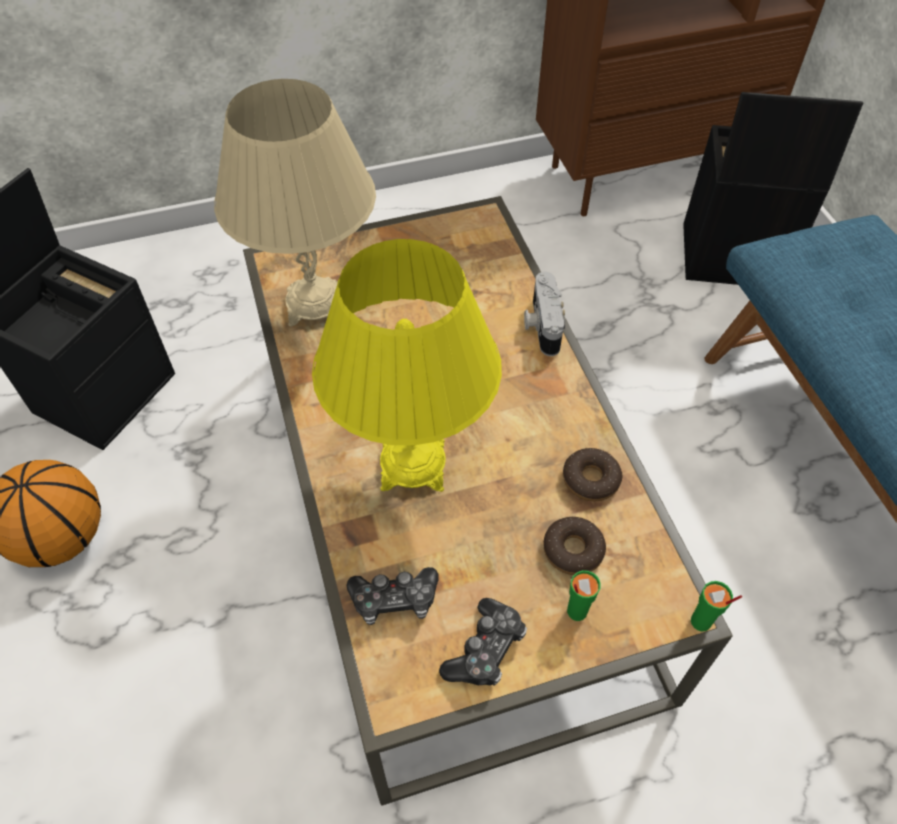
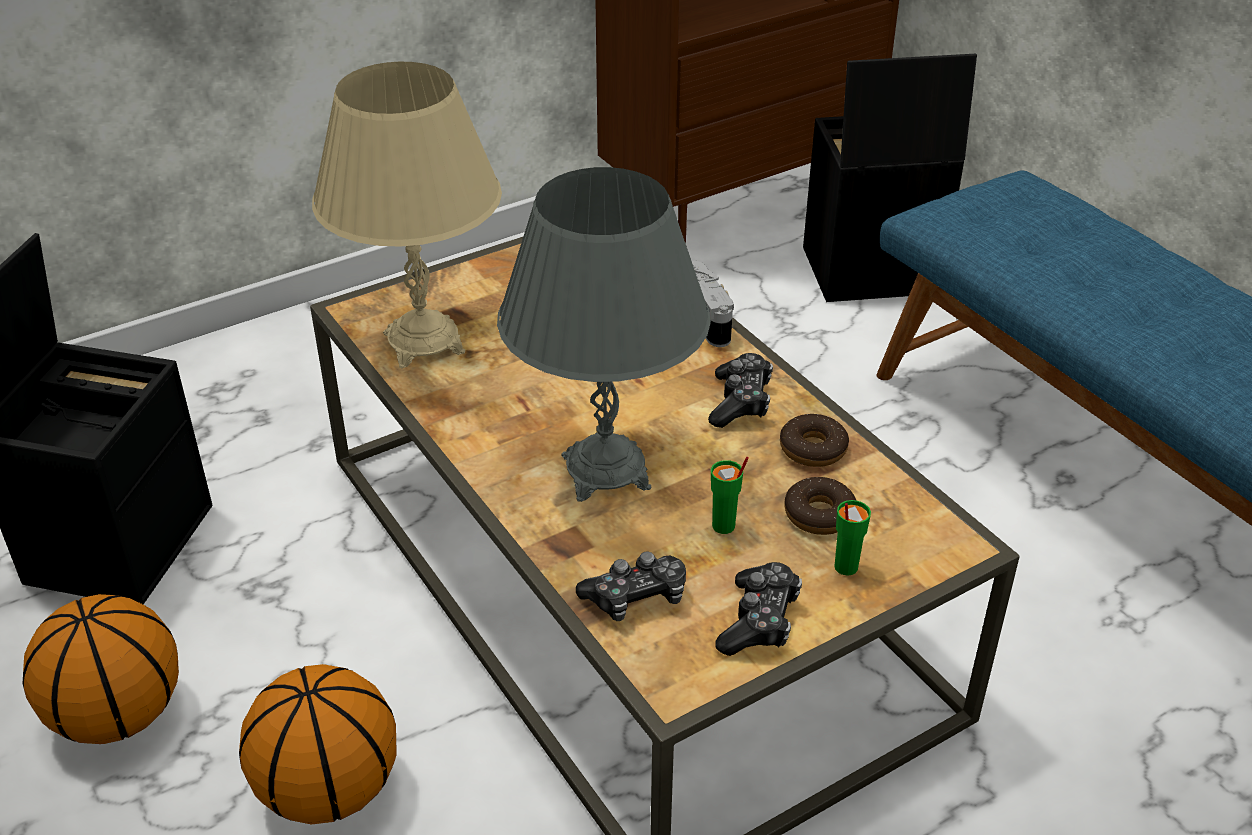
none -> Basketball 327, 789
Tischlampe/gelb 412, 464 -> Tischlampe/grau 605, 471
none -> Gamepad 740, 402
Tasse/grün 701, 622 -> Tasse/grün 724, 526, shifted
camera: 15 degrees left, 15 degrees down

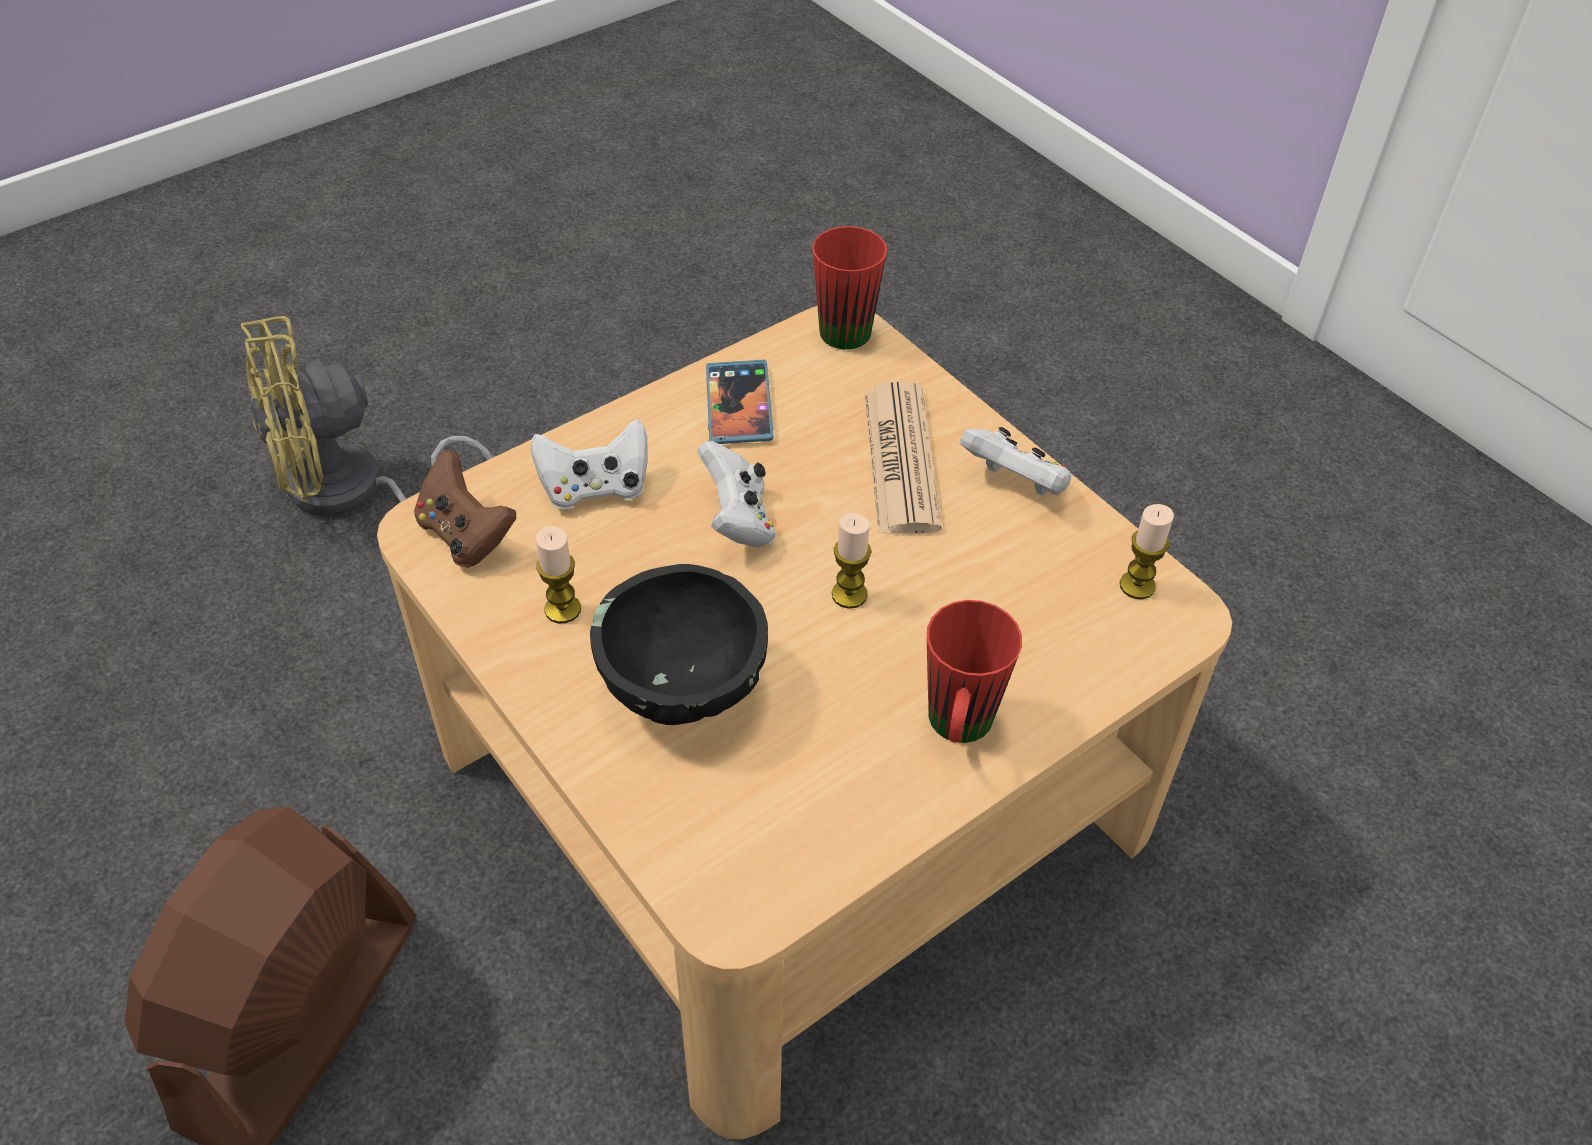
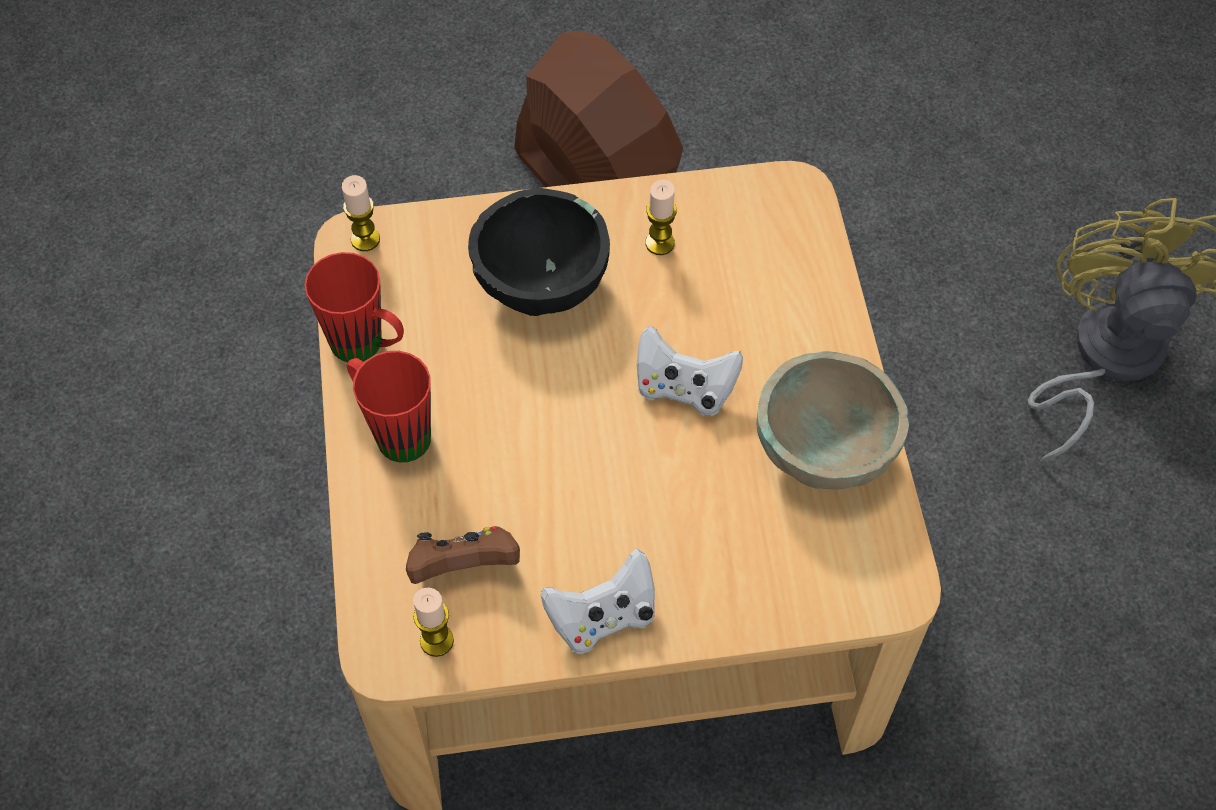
Henkelbecher/rot 845, 323 -> Henkelbecher/rot 368, 348, shifted
Kerze 849, 594 -> Kerze 365, 239, shifted
Gamepad/braun 466, 535 -> Gamepad/braun 464, 567, shifted
Handy 738, 405 -> Schüssel/beige 823, 450
Gamepad/weiß 595, 488 -> none
Zeitung 901, 459 -> none
camera: 120 degrees right, 10 degrees up

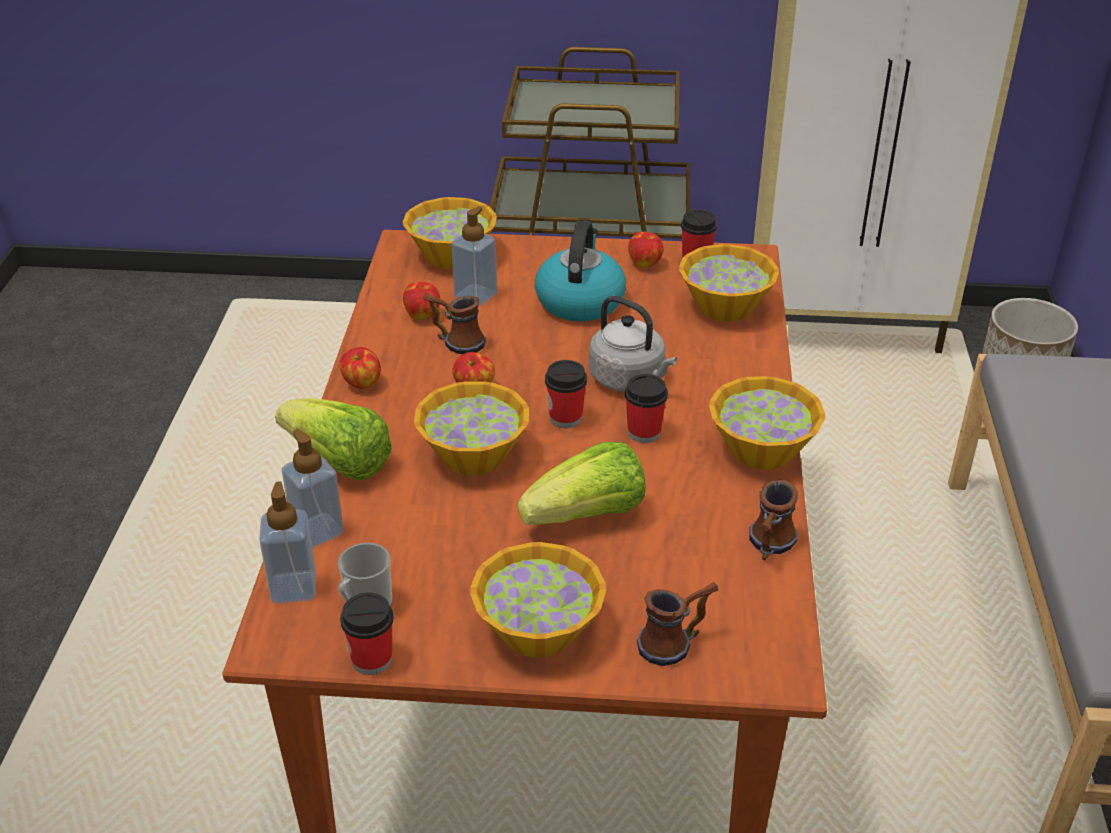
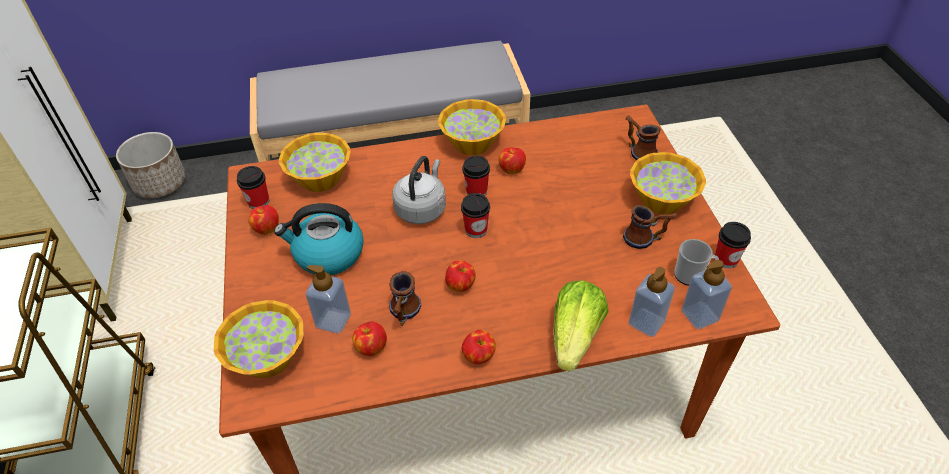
none -> Apfel 511, 169
Henkelbecher 768, 547 -> Henkelbecher 646, 239, shifted
Schüssel 474, 455 -> none
Salatkopf 588, 516 -> none
camera: 105 degrees left, 10 degrees up

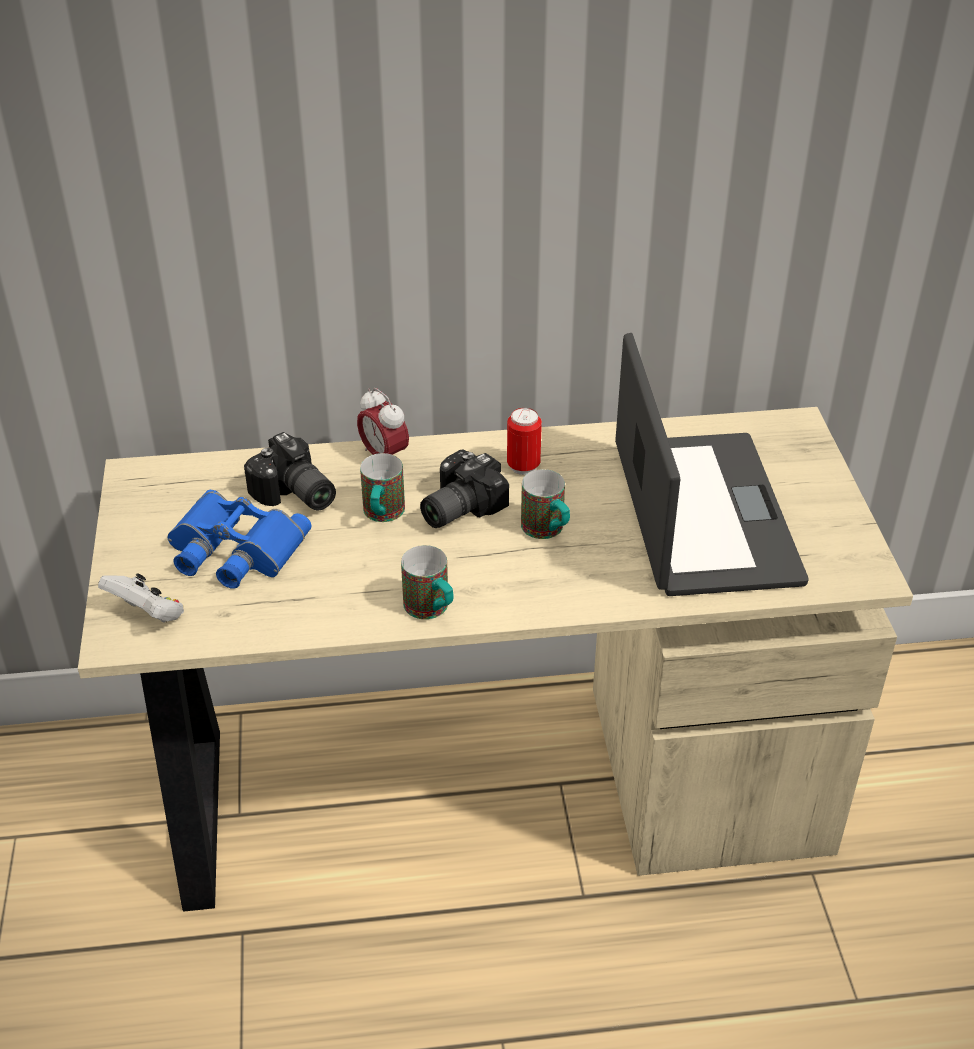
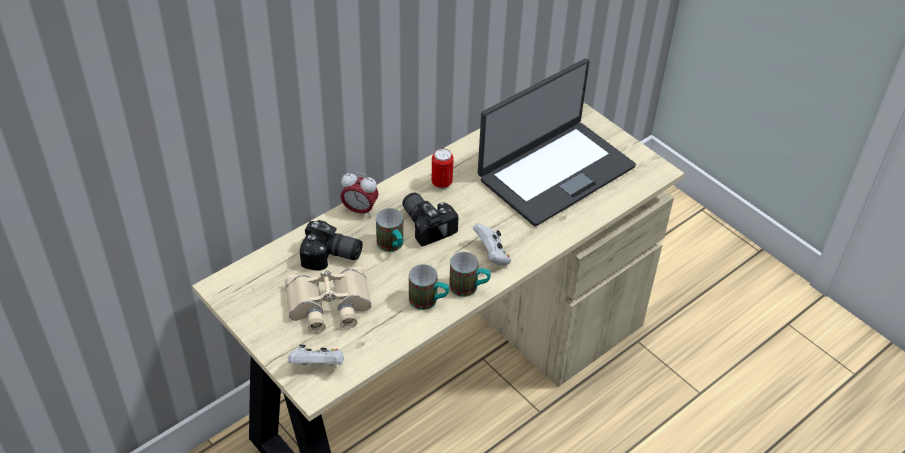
Fernglas/blau 233, 550 -> Fernglas/beige 328, 305
Kamera 456, 507 -> Kamera 428, 223, 135 degrees clockwise
Henkelbecher 547, 531 -> Henkelbecher 428, 301, shifted
none -> Gamepad/weiß 492, 255
Laptop 701, 514 -> Laptop 555, 172, 90 degrees clockwise
camera: 35 degrees left, 5 degrees up

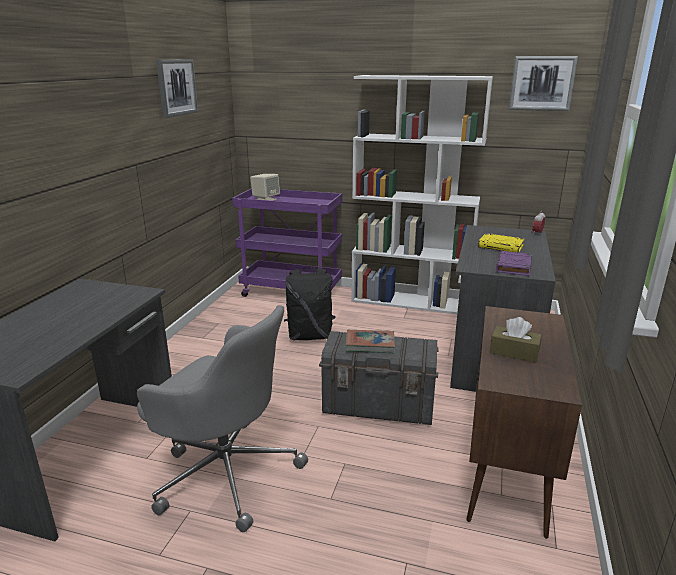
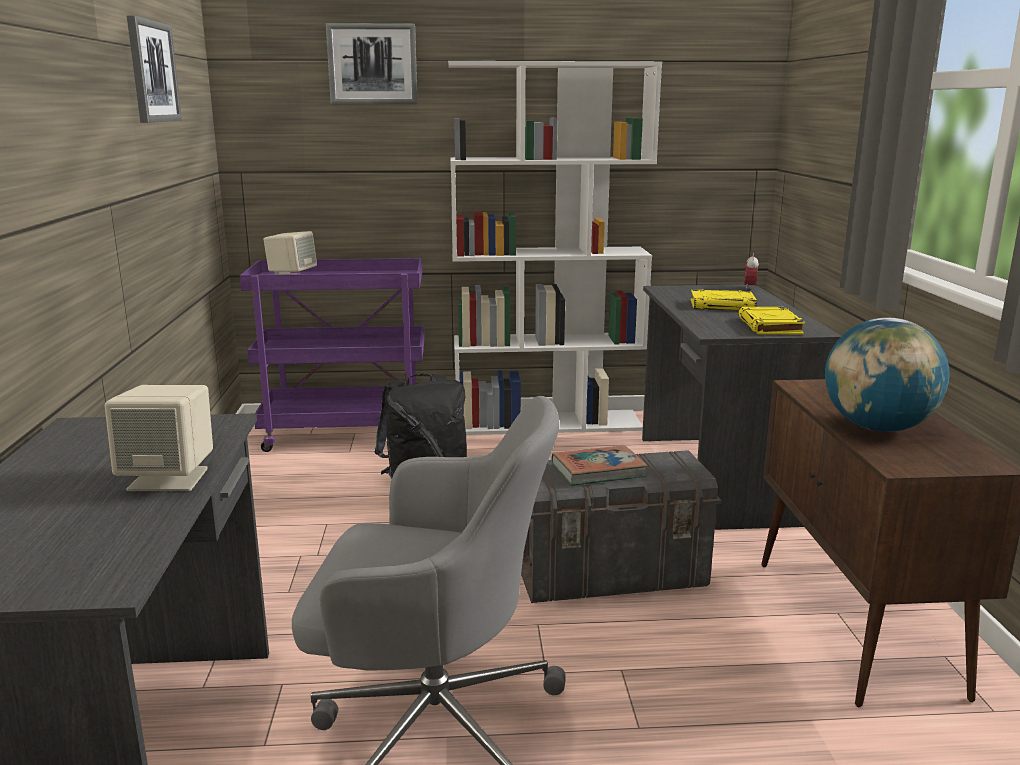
none -> Lautsprecher/beige 170, 479
Bild 542, 83 -> Bild 372, 64, shifted
Buch/lila 514, 267 -> Buch/gelb 770, 326
Taschentuchbox/braun 514, 352 -> Globus 878, 428
camera: 20 degrees left, 5 degrees down

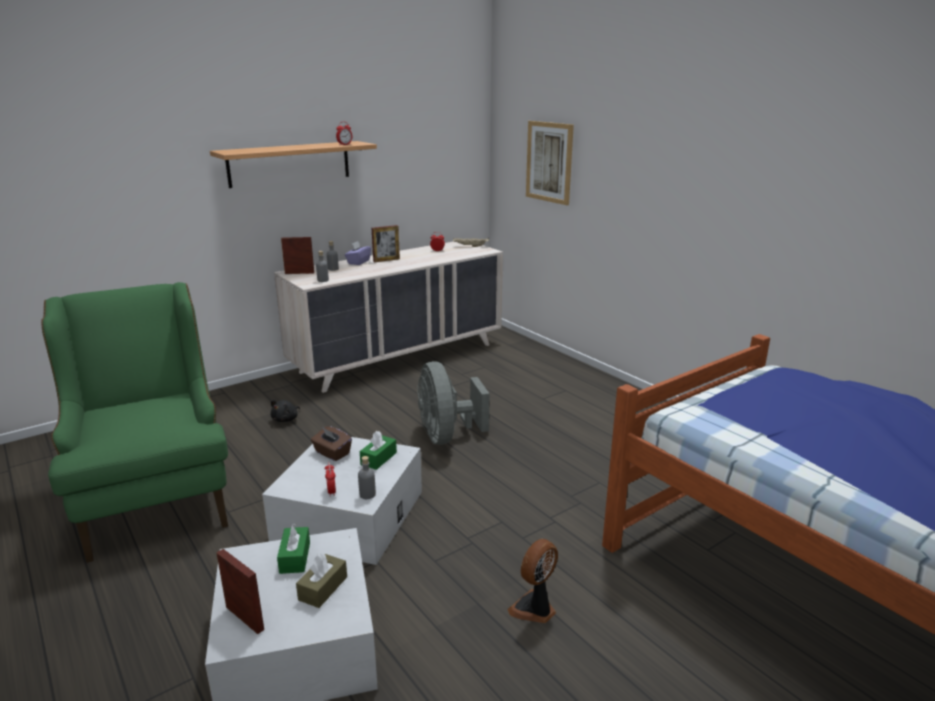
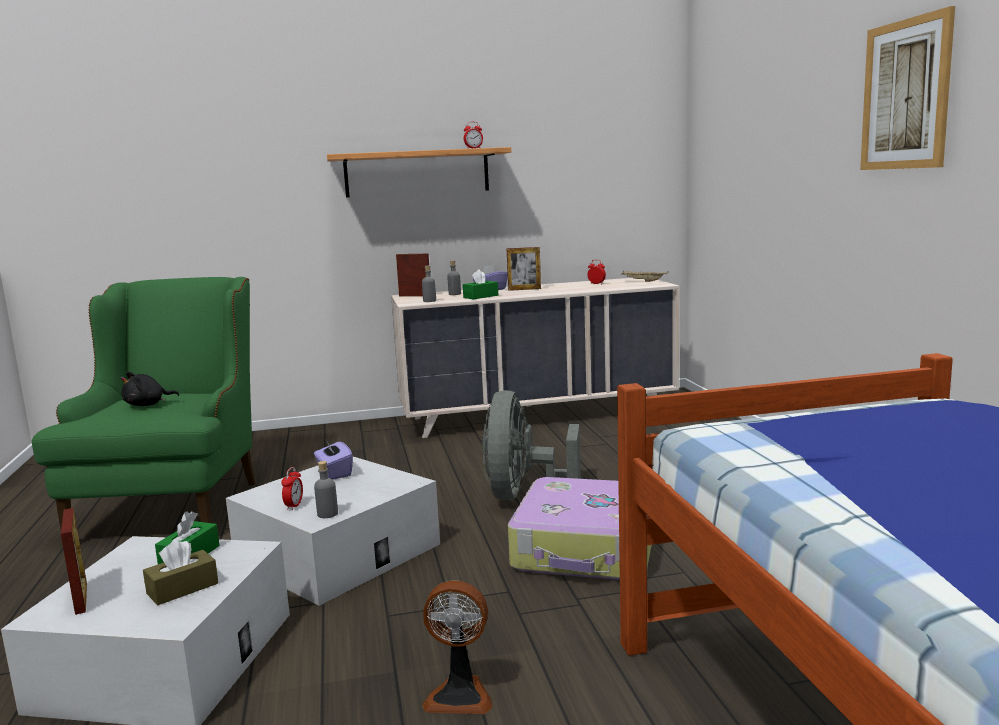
Plüschtier/schwarz 286, 419 -> Plüschtier/schwarz 147, 405, shifted
Taschentuchbox/braun 332, 453 -> Taschentuchbox/lila 334, 473
Ventilator 534, 609 -> Ventilator 460, 695, 150 degrees counterclockwise
Taschentuchbox/grün 378, 458 -> Taschentuchbox/grün 481, 296, shifted
none -> Koffer 586, 549
Bild 549, 162 -> Bild 905, 95, shifted
camera: 25 degrees right, 10 degrees down

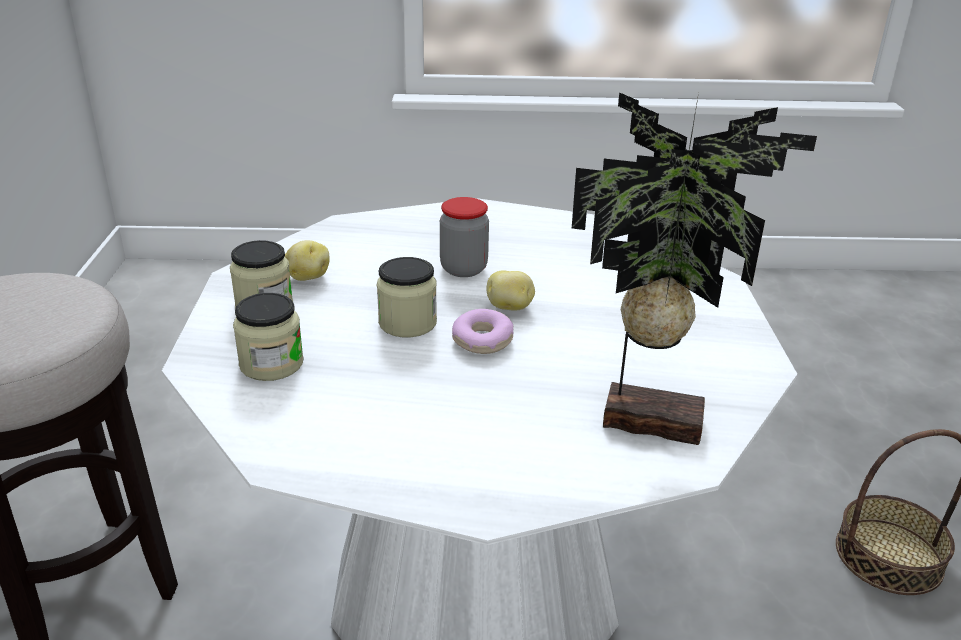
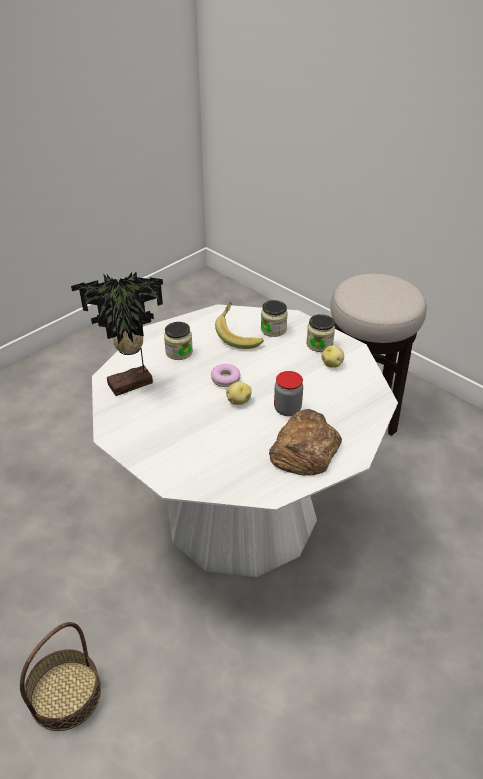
Vorratsglas 407, 323 -> Vorratsglas 179, 352, shifted
none -> Banane 239, 336
none -> Brot 304, 449
camera: 135 degrees right, 10 degrees up

